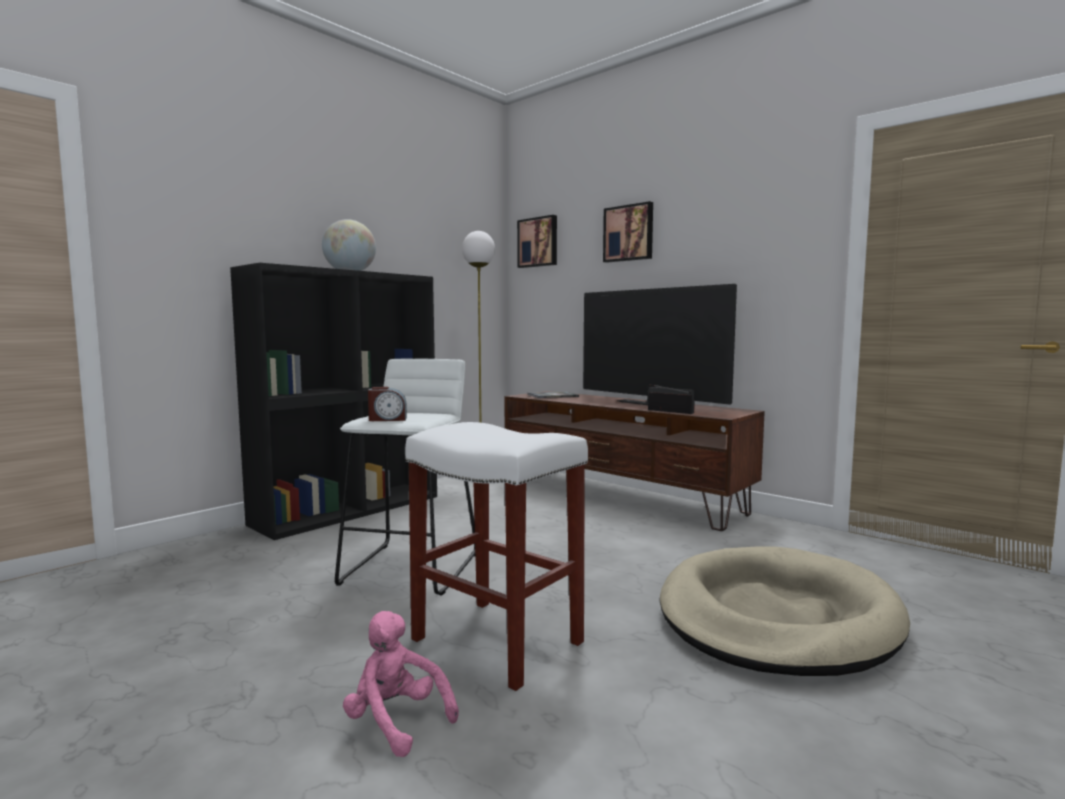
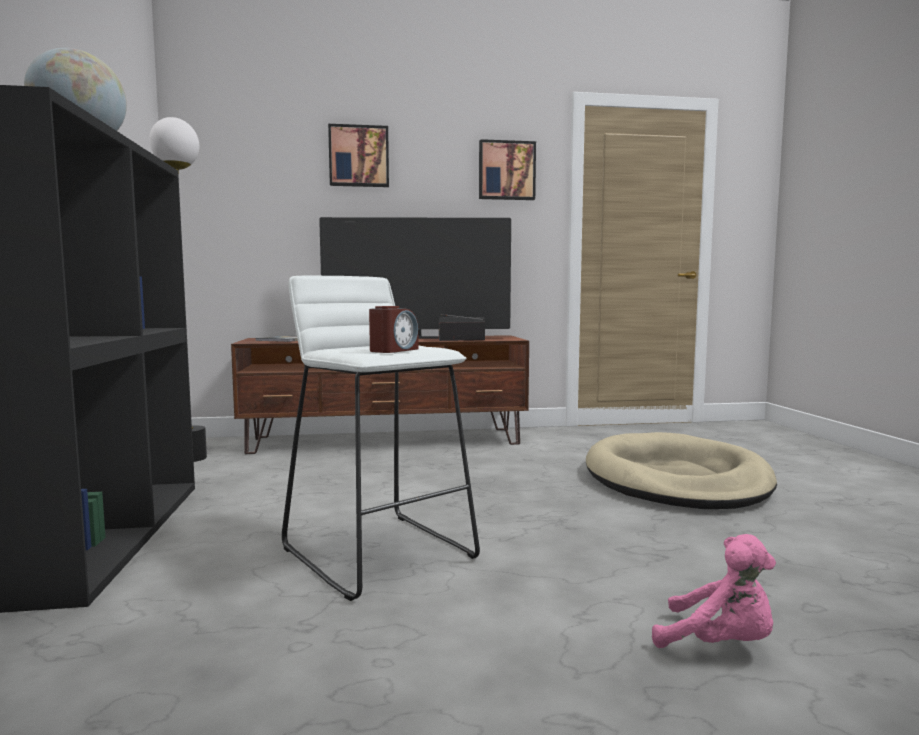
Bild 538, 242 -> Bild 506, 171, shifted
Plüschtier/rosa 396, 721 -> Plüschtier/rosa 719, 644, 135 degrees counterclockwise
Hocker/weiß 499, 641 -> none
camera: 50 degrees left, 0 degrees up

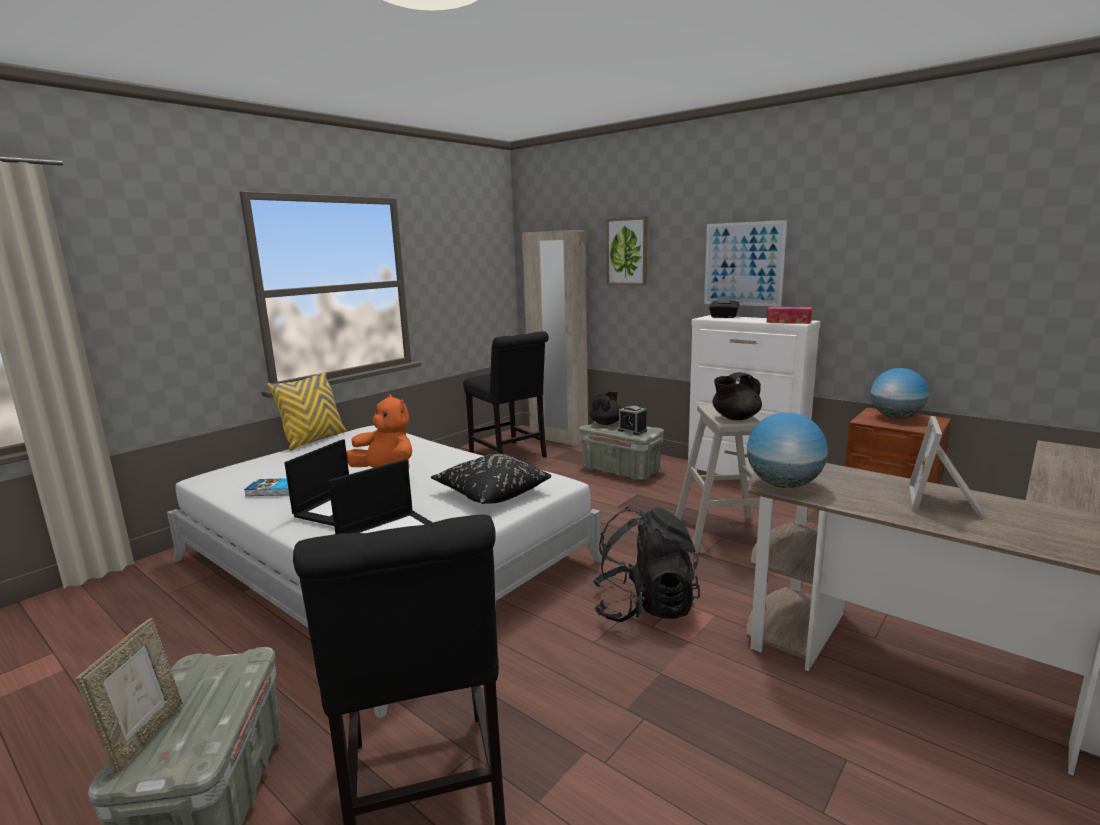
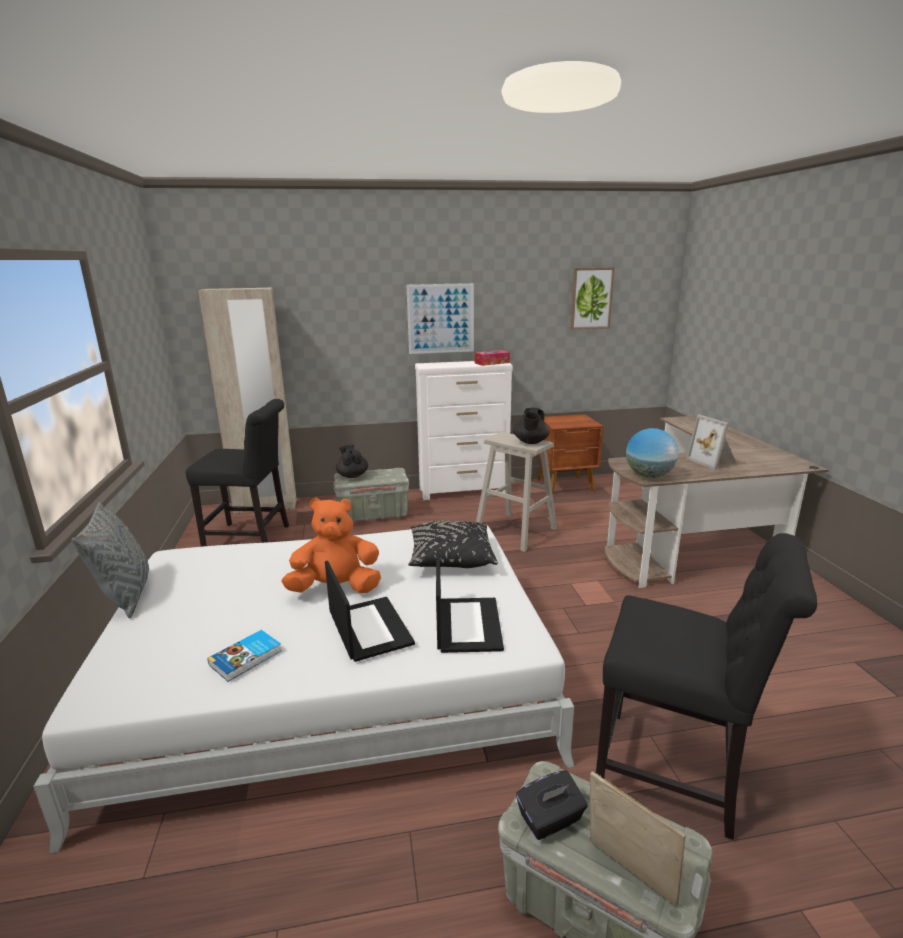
Kissen/gelb 313, 440 -> Kissen/grau 126, 595
Taschentuchbox/schwarz 723, 317 -> Taschentuchbox/schwarz 550, 819, shifted
Bild 627, 251 -> Bild 591, 298, shifted
Rucksack/schwarz 644, 607 -> none
Wecker 632, 430 -> none
Globus 896, 417 -> none
camera: 50 degrees left, 5 degrees up

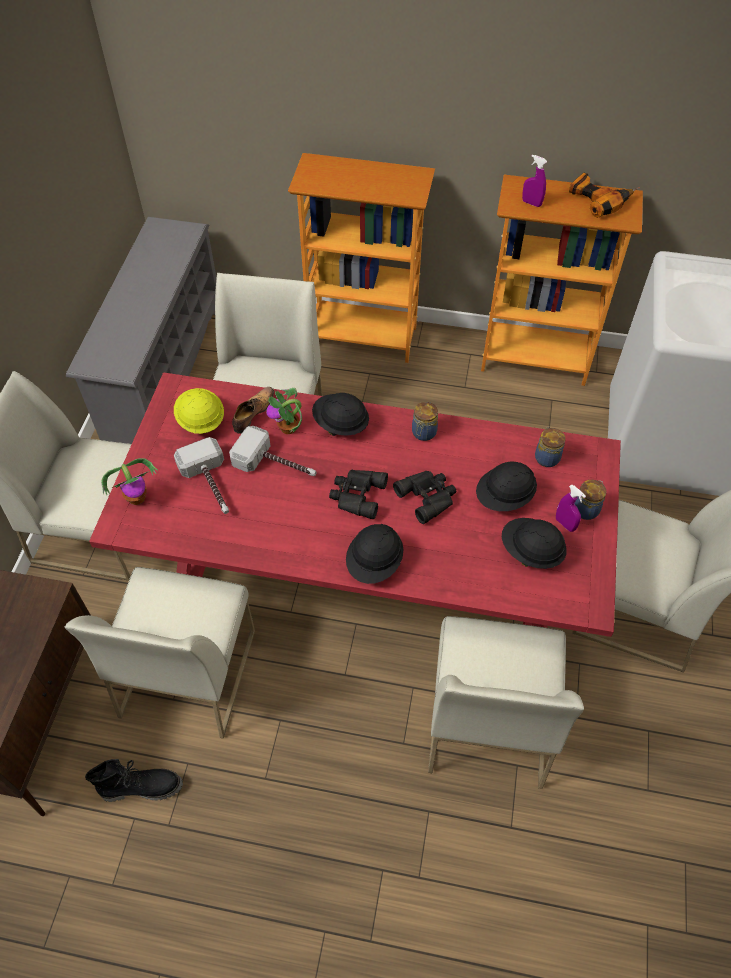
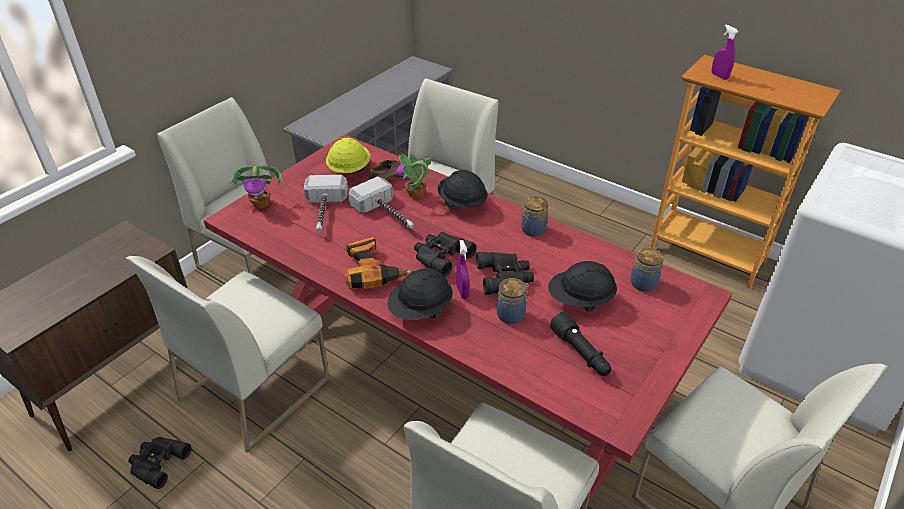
Stiefel/schwarz 142, 787 -> Fernglas/schwarz 157, 463
Bohrmaschine 599, 198 -> Bohrmaschine 375, 269, shifted
Sprühflasche/lila 565, 524 -> Sprühflasche/lila 462, 292, shifted
Vorratsglas 586, 509 -> Vorratsglas 512, 315, shifted
Schutzhelm/schwarz 530, 552 -> Taschenlampe/schwarz 580, 353
Bücherregal 363, 337 -> none
camera: 25 degrees right, 15 degrees down

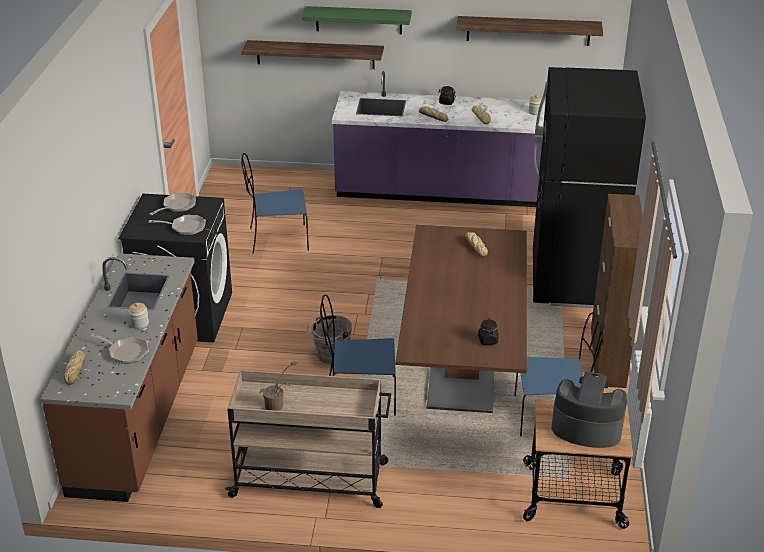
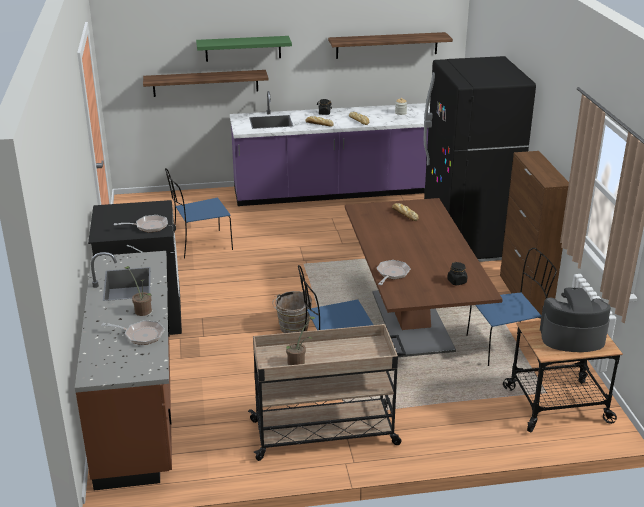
Vorratsglas 139, 323 -> Topfpflanze 142, 309
Pfanne 177, 206 -> Pfanne 392, 274, shifted
Brot 75, 371 -> none
camera: 15 degrees left, 5 degrees down

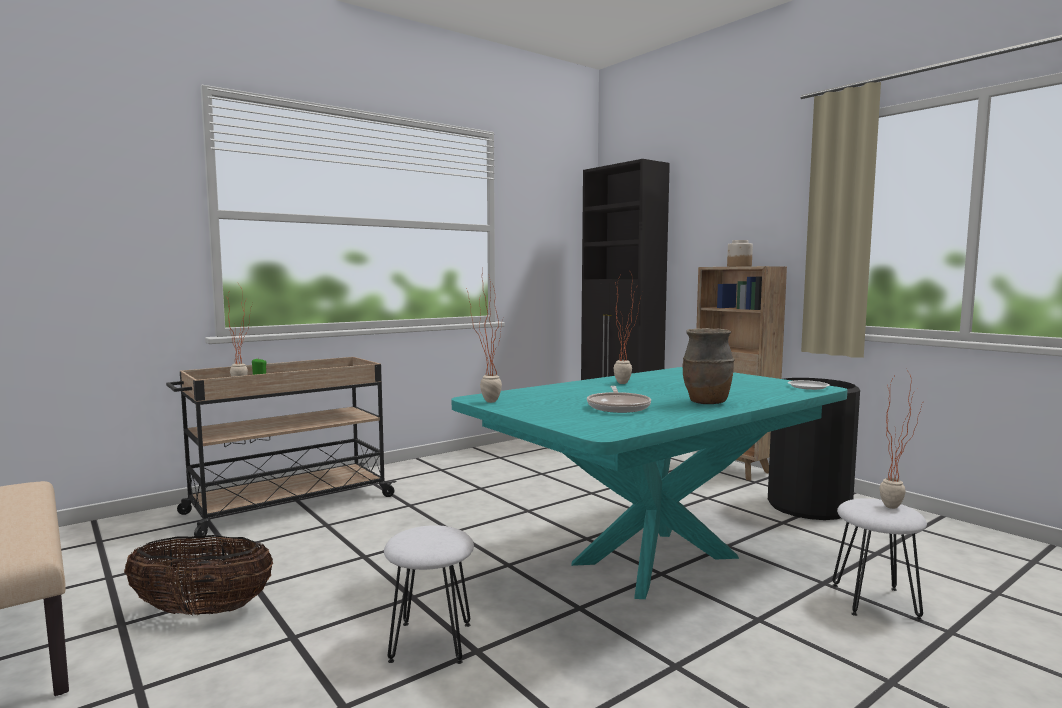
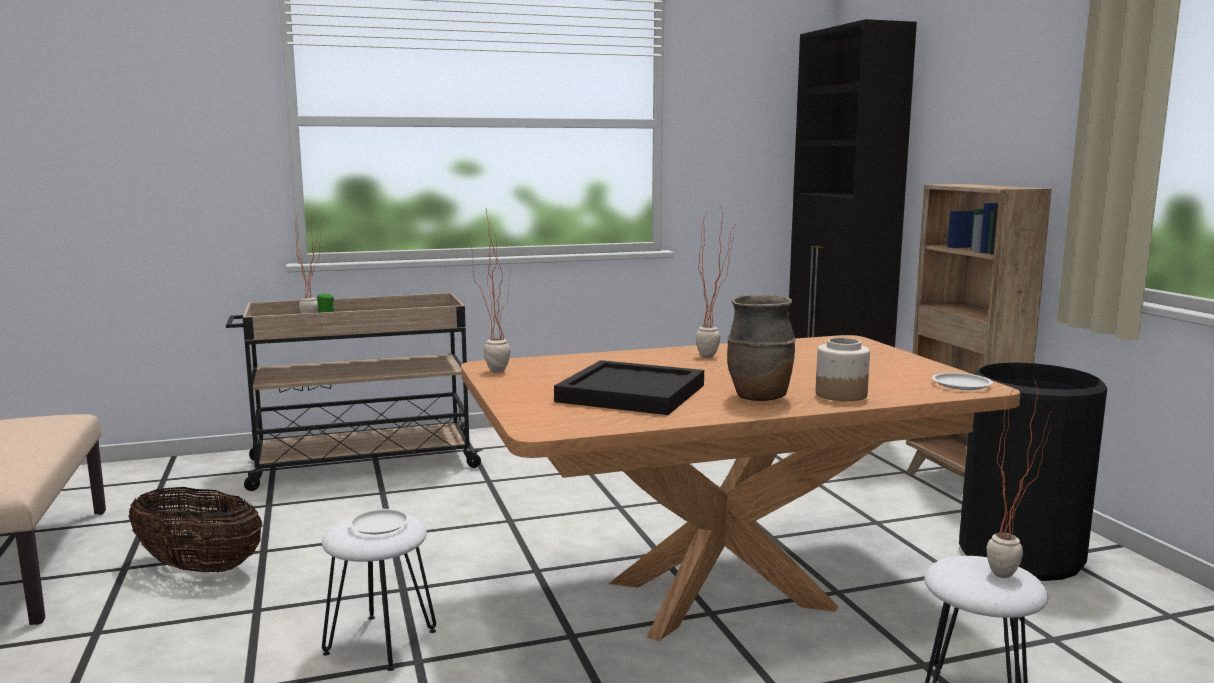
none -> Teller/weiß 380, 526
Esstisch/türkis 654, 559 -> Esstisch/braun 718, 593
Pfanne 618, 407 -> Tablett/schwarz 633, 393
Vorratsglas 739, 266 -> Vorratsglas 840, 395, shifted
camera: 20 degrees right, 5 degrees up

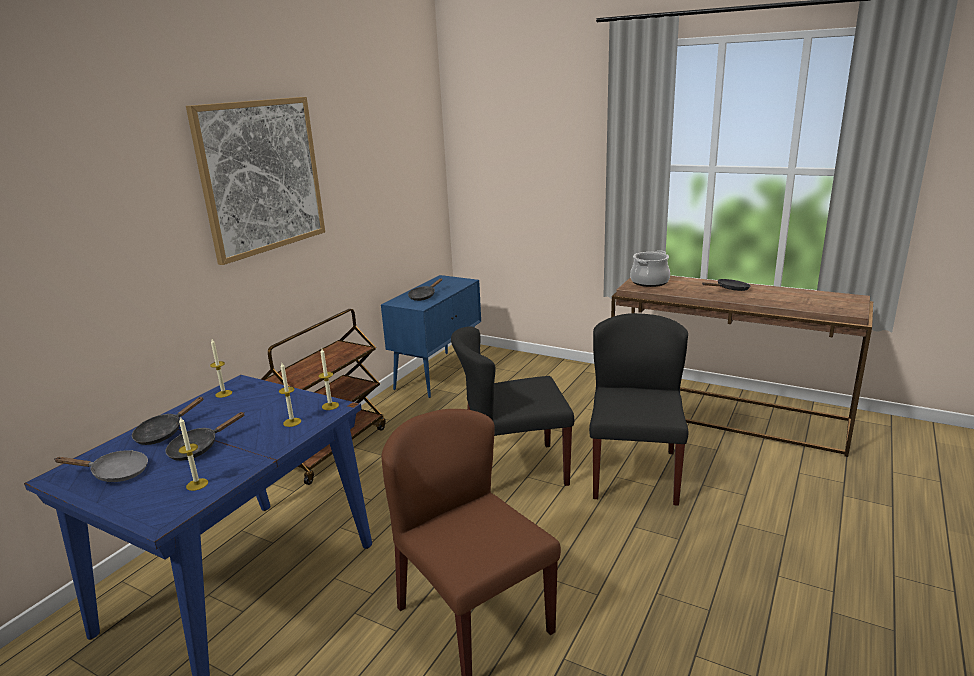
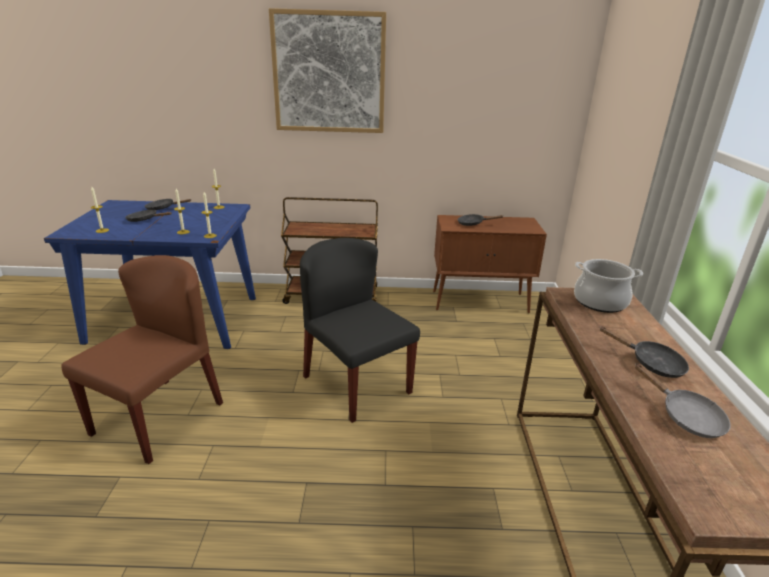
Schrank/blau 439, 373 -> Schrank/braun 480, 302
Pfanne/grau 115, 473 -> Pfanne/grau 685, 416, shifted
Stuhl/schwarz 634, 473 -> none
camera: 60 degrees right, 5 degrees up

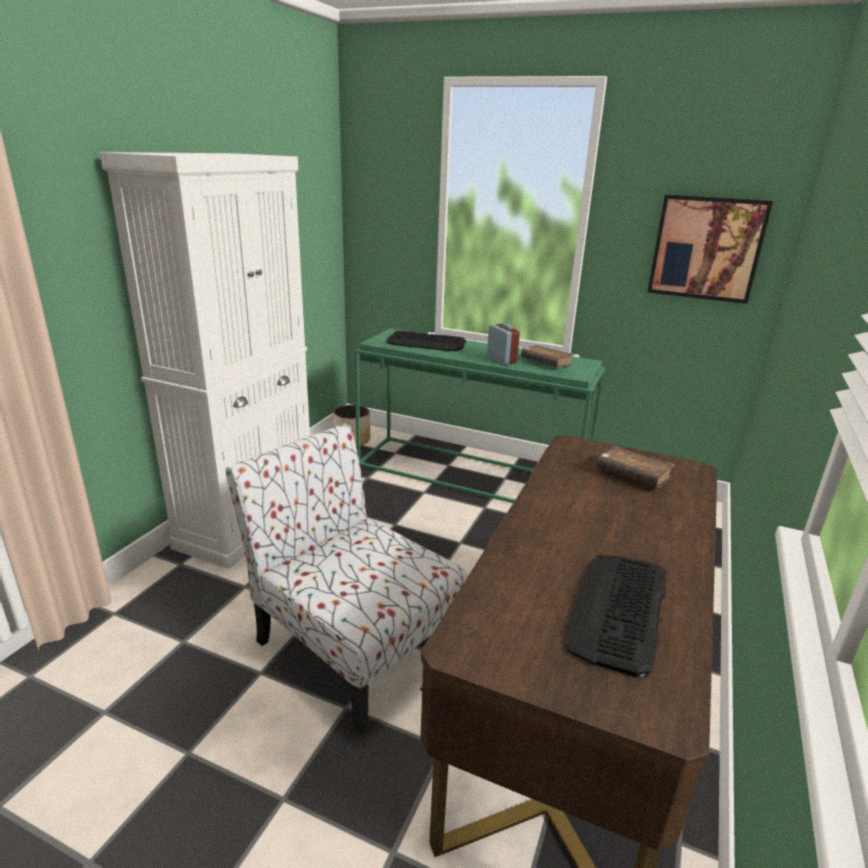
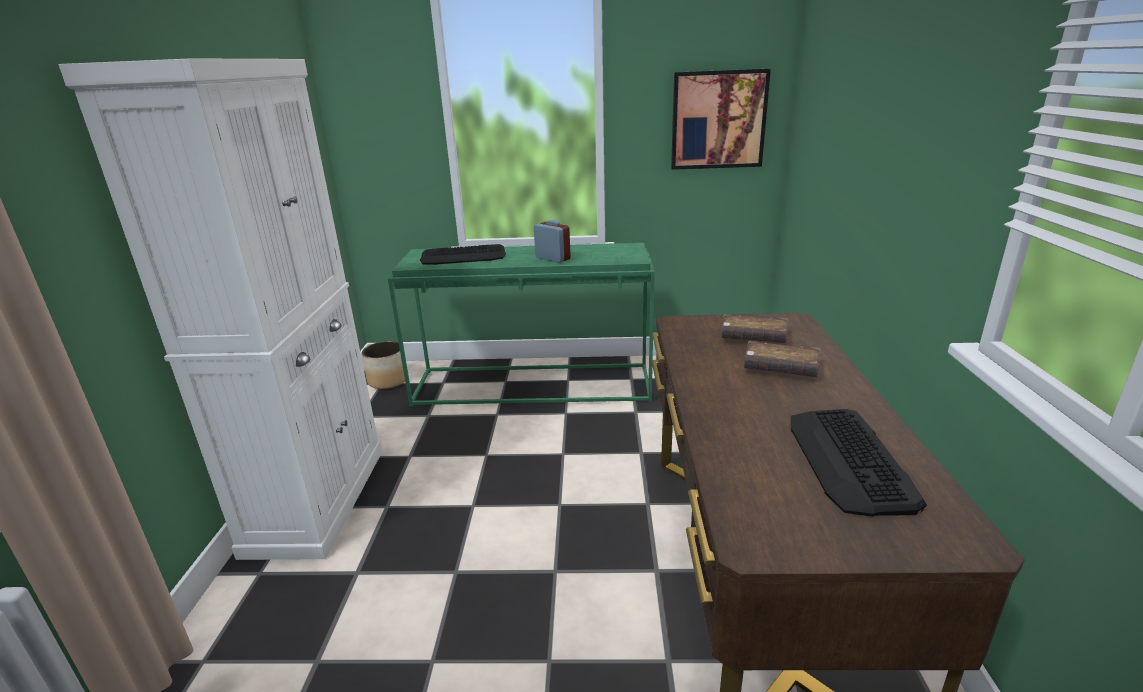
Buch/braun 546, 363 -> Buch/braun 780, 369, shifted
Stuhl 353, 643 -> none
camera: 20 degrees left, 0 degrees up

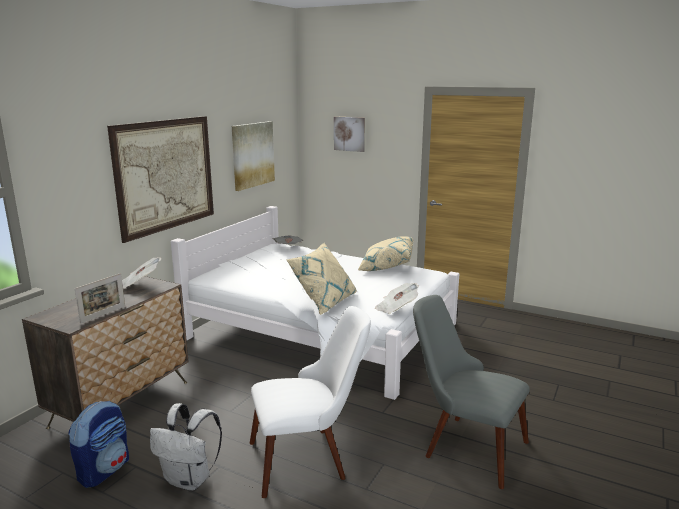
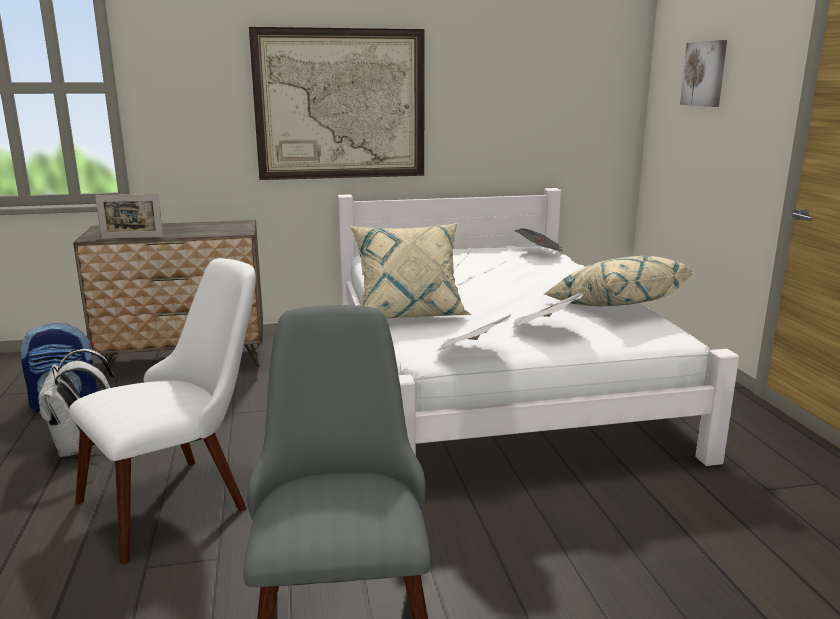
Stuhl/weiß 309, 457 -> Stuhl/weiß 182, 497, 75 degrees counterclockwise
Zeitung 139, 284 -> Zeitung 543, 329, shifted
Bild 252, 155 -> none
camera: 50 degrees right, 0 degrees up

